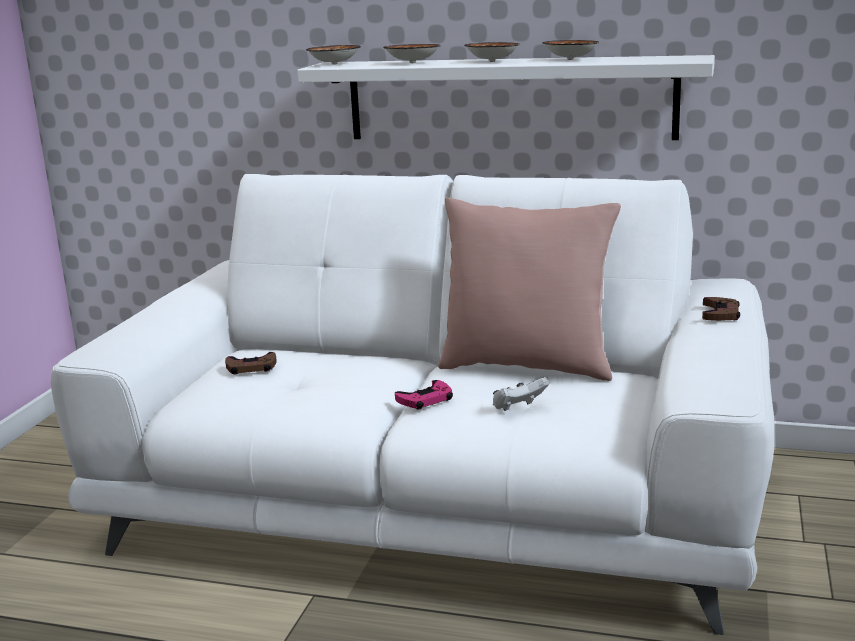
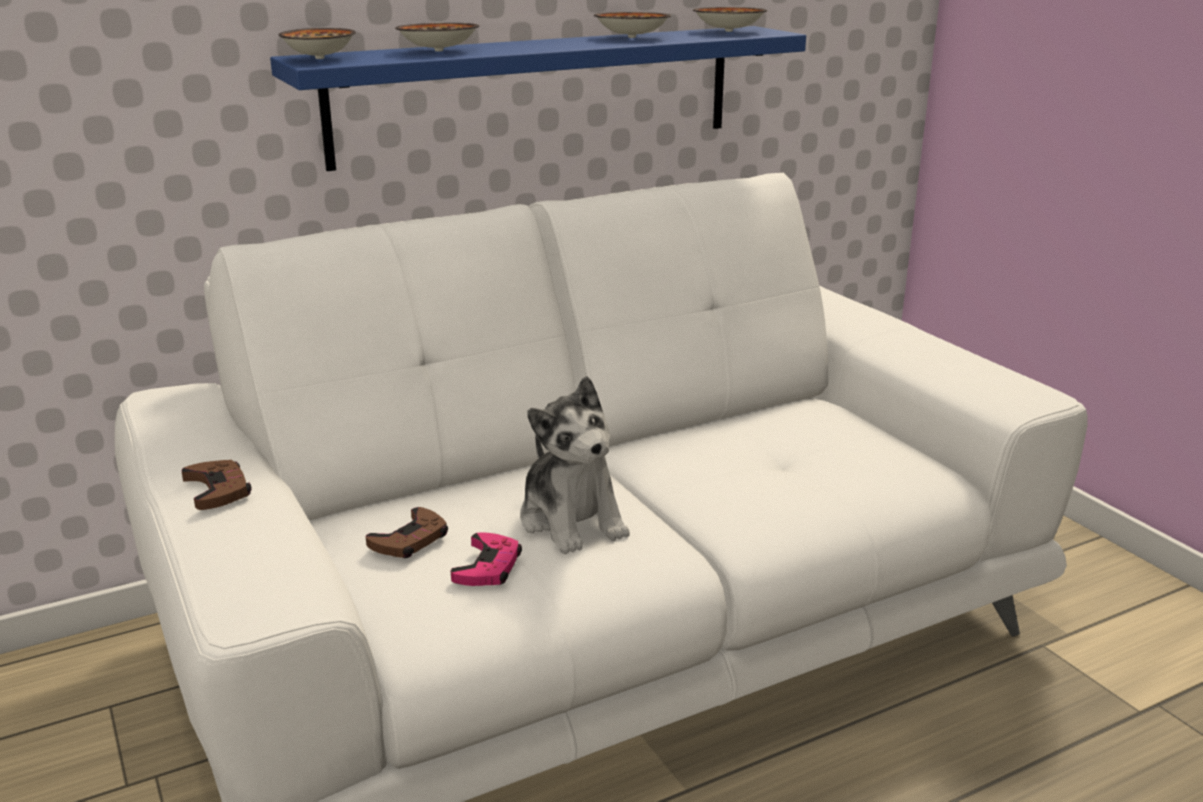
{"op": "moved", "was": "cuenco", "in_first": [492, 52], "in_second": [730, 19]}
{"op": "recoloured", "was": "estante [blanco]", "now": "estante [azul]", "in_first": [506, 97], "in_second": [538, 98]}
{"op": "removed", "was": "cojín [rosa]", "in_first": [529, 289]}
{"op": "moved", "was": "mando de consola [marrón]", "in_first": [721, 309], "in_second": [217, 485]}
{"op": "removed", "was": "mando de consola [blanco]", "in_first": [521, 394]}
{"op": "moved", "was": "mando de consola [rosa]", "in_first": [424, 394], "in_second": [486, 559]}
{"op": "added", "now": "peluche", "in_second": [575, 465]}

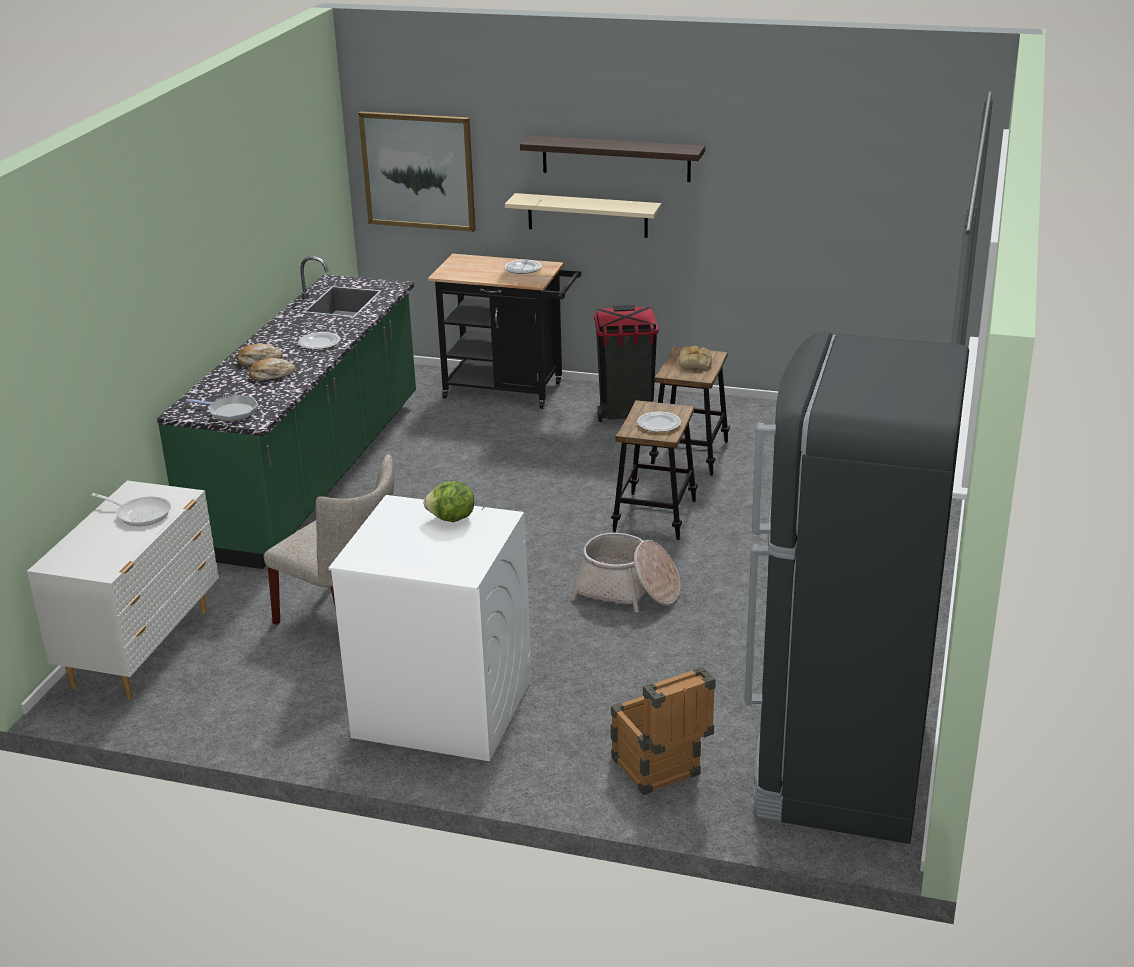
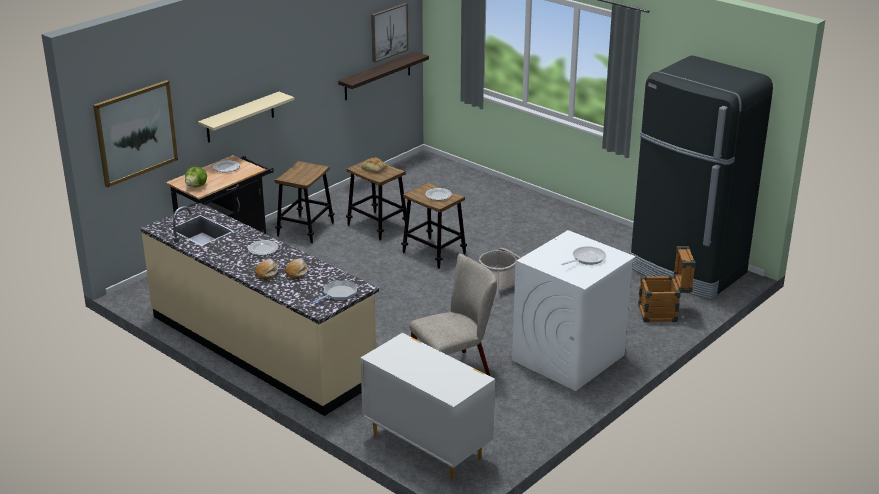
{"op": "moved", "was": "estante", "in_first": [612, 158], "in_second": [383, 76]}
{"op": "recoloured", "was": "mueble bajo de cocina [verde]", "now": "mueble bajo de cocina [beis]", "in_first": [286, 412], "in_second": [259, 309]}
{"op": "replaced", "was": "papelera [negro]", "now": "taburete", "in_first": [626, 363], "in_second": [305, 202]}
{"op": "moved", "was": "lechuga", "in_first": [448, 501], "in_second": [196, 177]}
{"op": "moved", "was": "sartén", "in_first": [131, 509], "in_second": [584, 255]}
{"op": "added", "now": "cuadro", "in_second": [389, 32]}

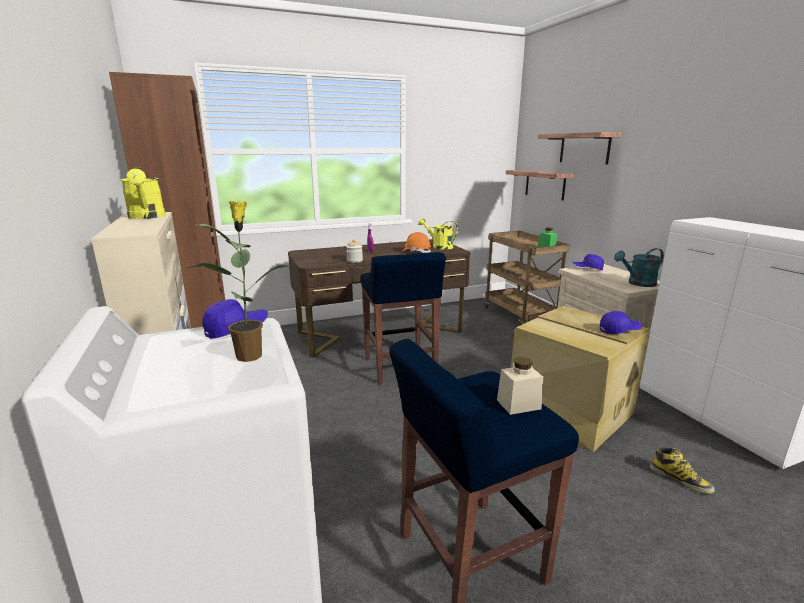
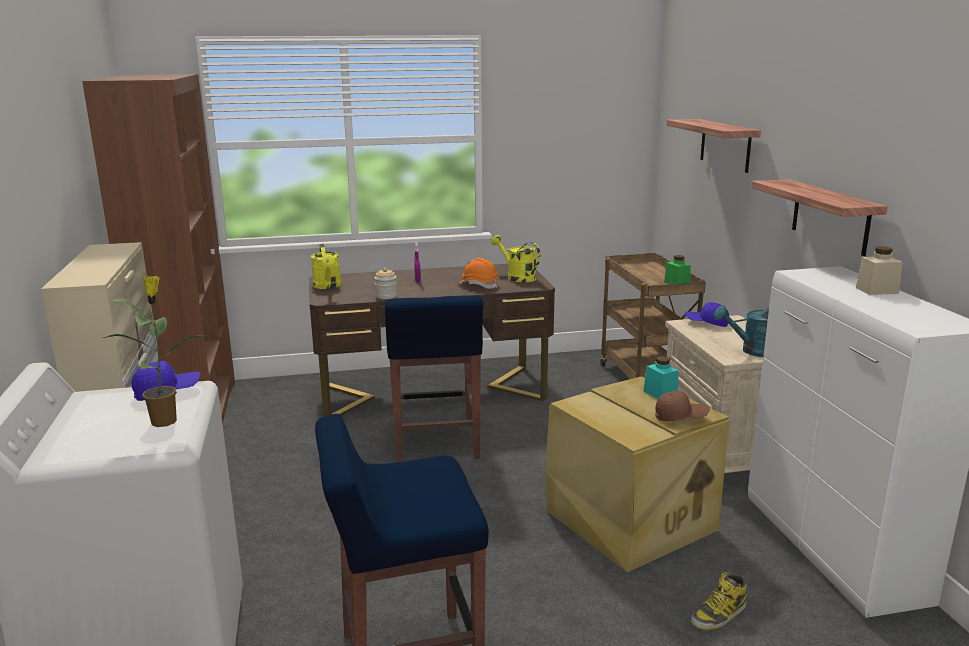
{"op": "moved", "was": "regadera [amarillo]", "in_first": [143, 193], "in_second": [326, 266]}
{"op": "moved", "was": "estante", "in_first": [540, 185], "in_second": [819, 217]}
{"op": "recoloured", "was": "gorra [azul]", "now": "gorra [marrón]", "in_first": [621, 322], "in_second": [682, 406]}
{"op": "moved", "was": "tarro [beis]", "in_first": [520, 386], "in_second": [879, 270]}
{"op": "turned", "was": "bota", "in_first": [682, 470], "in_second": [718, 601], "clockwise": 90}
{"op": "added", "now": "tarro [turquesa]", "in_second": [661, 377]}

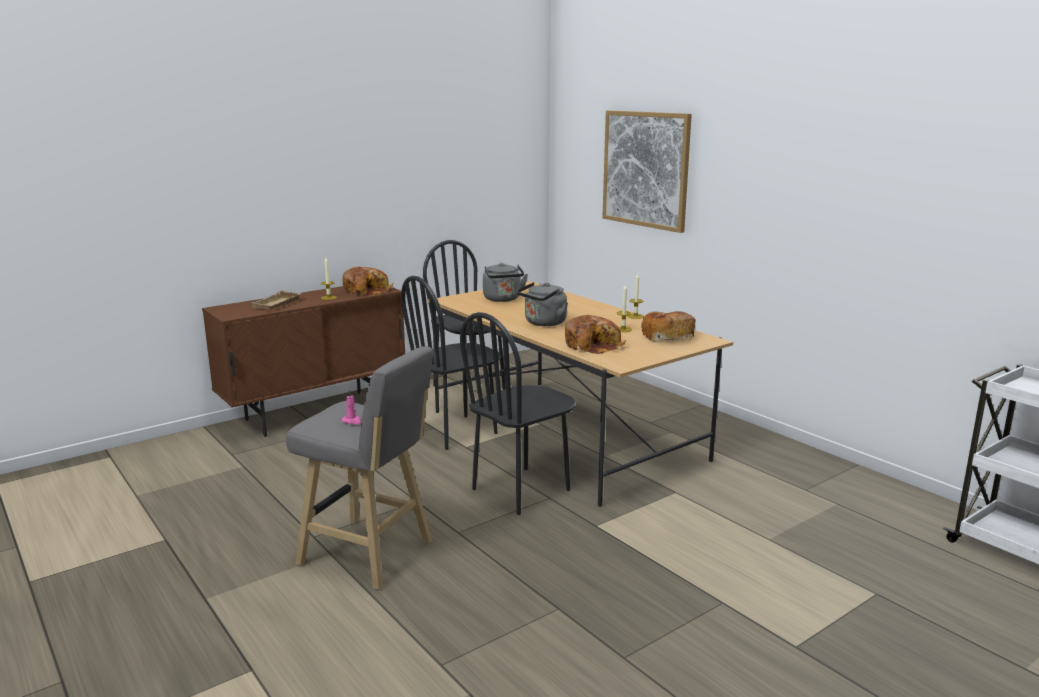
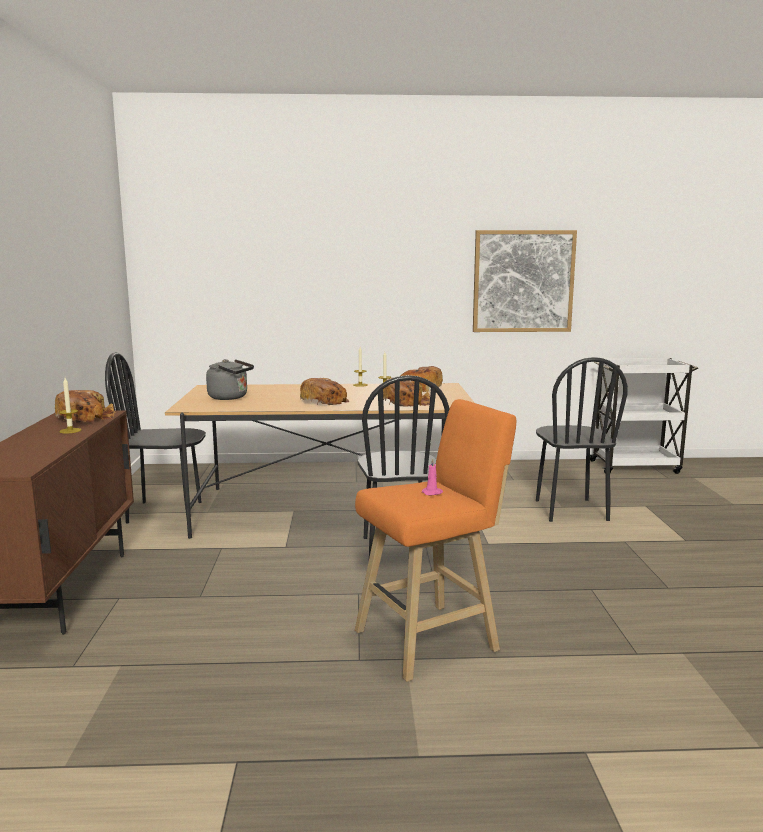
{"op": "moved", "was": "cuadro", "in_first": [647, 172], "in_second": [525, 281]}
{"op": "moved", "was": "silla [negro]", "in_first": [451, 363], "in_second": [582, 439]}
{"op": "replaced", "was": "hervidor [gris]", "now": "pan", "in_first": [542, 304], "in_second": [324, 391]}
{"op": "removed", "was": "bandeja [beis]", "in_first": [276, 300]}
{"op": "recoloured", "was": "taburete [gris]", "now": "taburete [naranja]", "in_first": [359, 468], "in_second": [435, 540]}

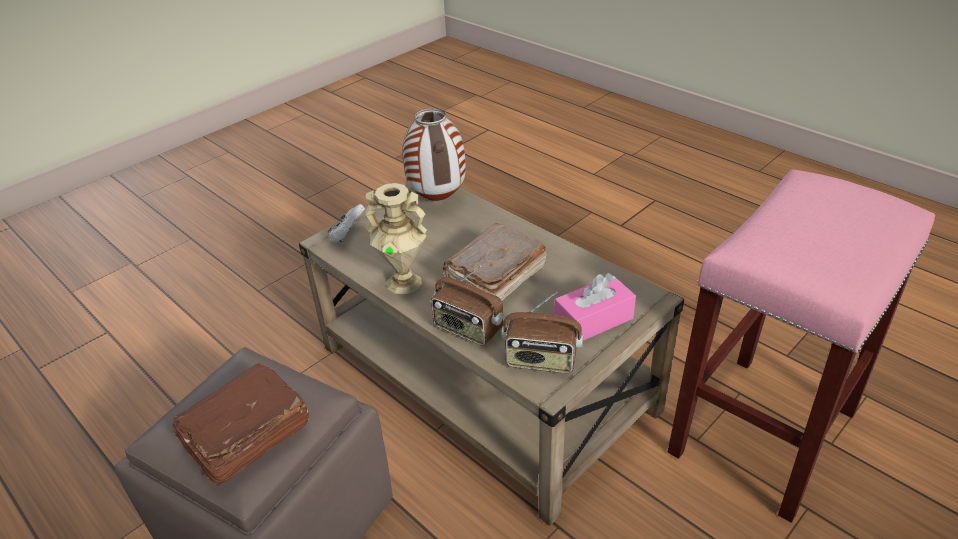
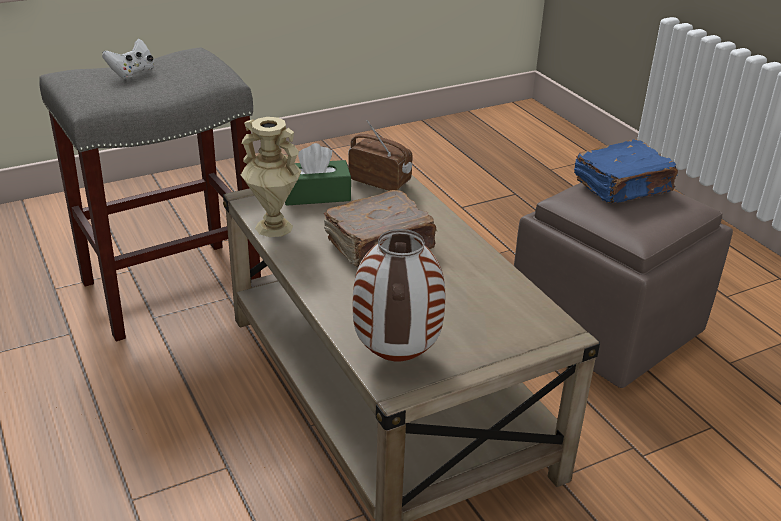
{"op": "recoloured", "was": "taburete [rosa]", "now": "taburete [gris]", "in_first": [801, 346], "in_second": [150, 194]}
{"op": "moved", "was": "florero [beis]", "in_first": [395, 238], "in_second": [271, 177]}
{"op": "moved", "was": "mando de consola [blanco]", "in_first": [346, 223], "in_second": [128, 59]}
{"op": "removed", "was": "radio", "in_first": [467, 306]}
{"op": "recoloured", "was": "caja de pañuelos [rosa]", "now": "caja de pañuelos [verde]", "in_first": [595, 307], "in_second": [318, 174]}
{"op": "recoloured", "was": "libro [marrón]", "now": "libro [azul]", "in_first": [241, 424], "in_second": [626, 171]}

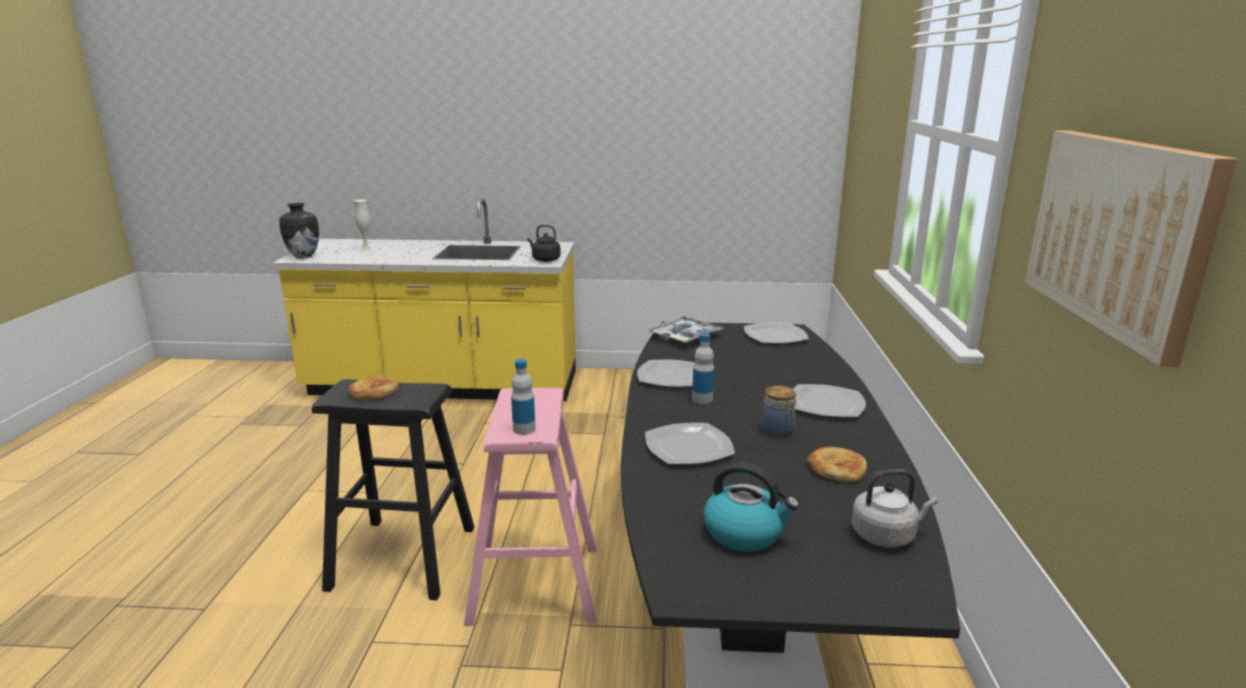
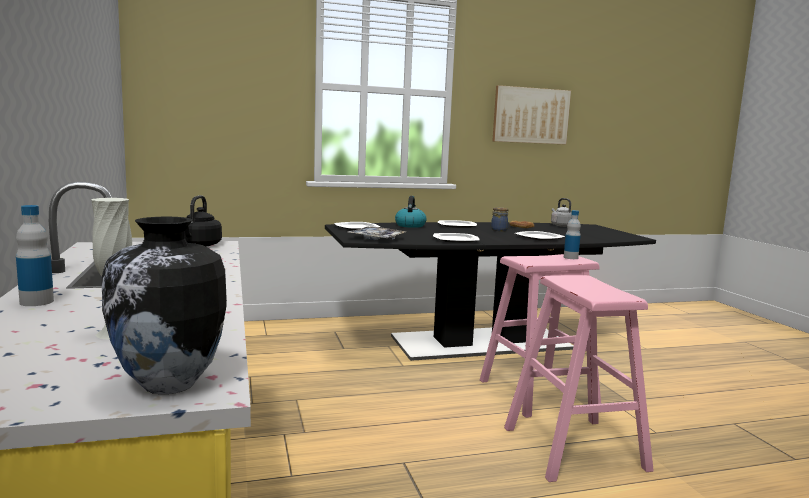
{"op": "moved", "was": "botella", "in_first": [703, 368], "in_second": [35, 255]}
{"op": "removed", "was": "pan", "in_first": [373, 388]}
{"op": "recoloured", "was": "taburete [negro]", "now": "taburete [rosa]", "in_first": [393, 489], "in_second": [579, 378]}
{"op": "moved", "was": "hervidor", "in_first": [751, 507], "in_second": [410, 212]}

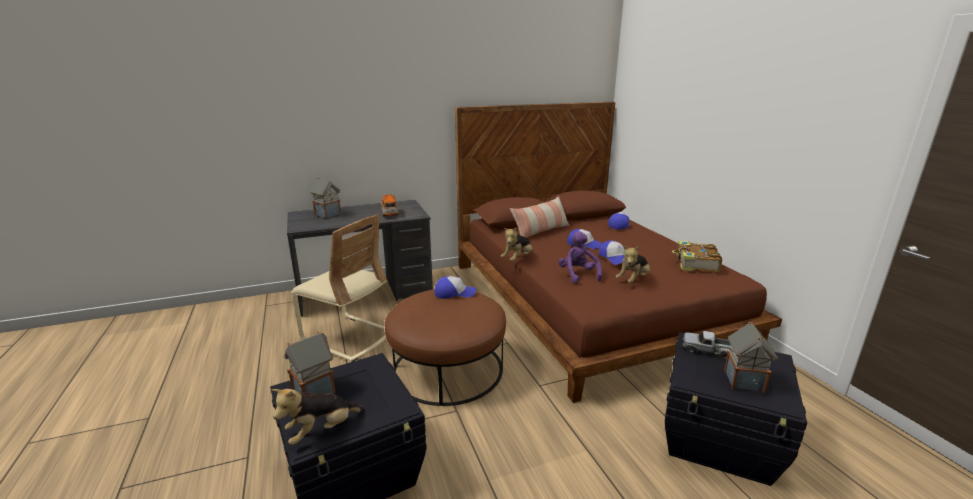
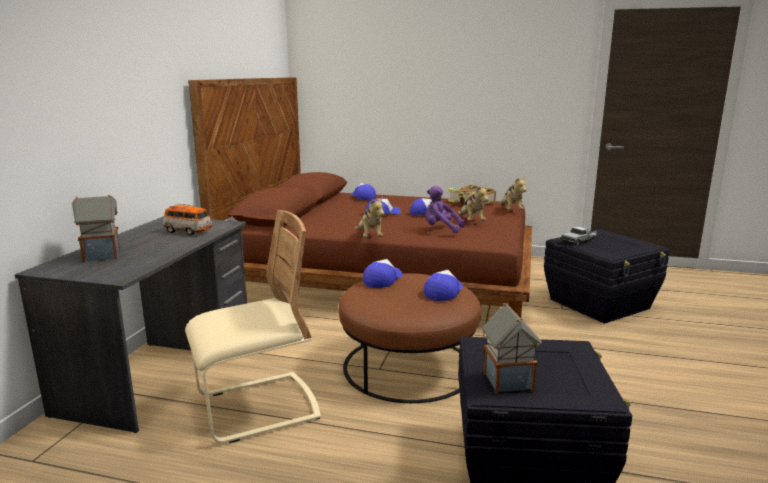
{"op": "removed", "was": "cojín", "in_first": [540, 217]}
{"op": "removed", "was": "casita", "in_first": [751, 357]}
{"op": "moved", "was": "peluche", "in_first": [319, 417], "in_second": [512, 193]}
{"op": "added", "now": "gorra", "in_second": [443, 285]}

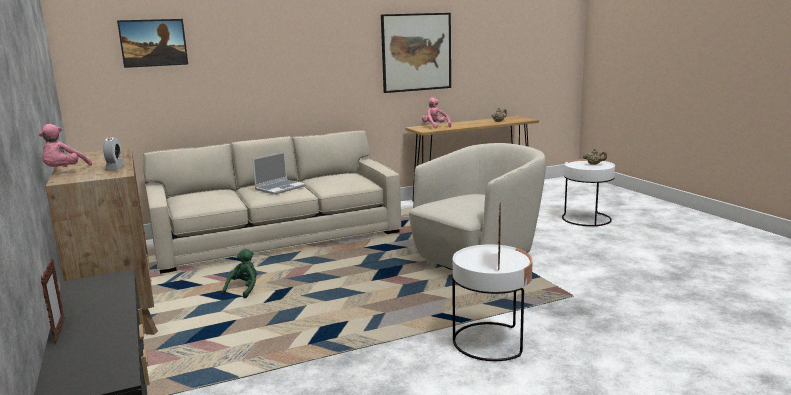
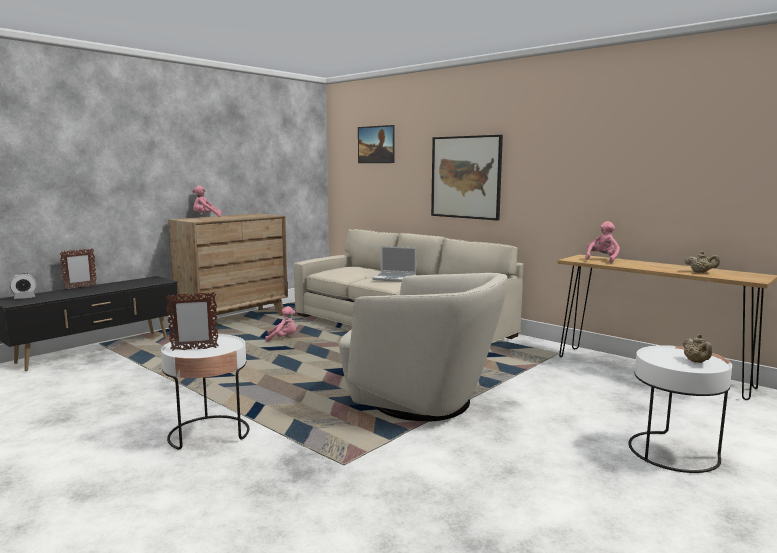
{"op": "moved", "was": "cuadro", "in_first": [416, 53], "in_second": [467, 177]}
{"op": "moved", "was": "despertador", "in_first": [114, 153], "in_second": [23, 286]}
{"op": "recoloured", "was": "peluche [verde]", "now": "peluche [rosa]", "in_first": [239, 273], "in_second": [280, 324]}

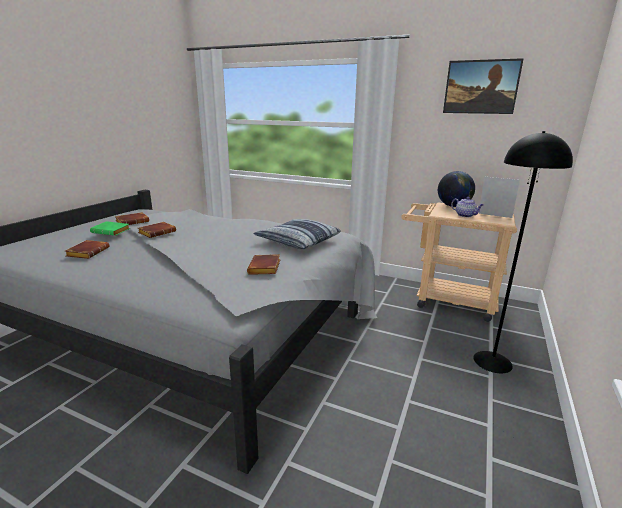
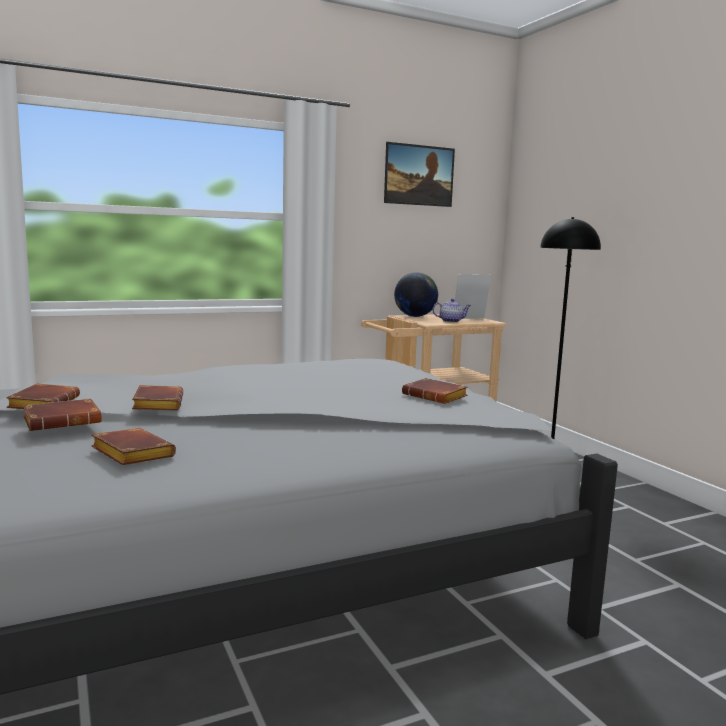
{"op": "removed", "was": "cojín", "in_first": [297, 234]}
{"op": "recoloured", "was": "libro [verde]", "now": "libro [marrón]", "in_first": [110, 228], "in_second": [62, 415]}

